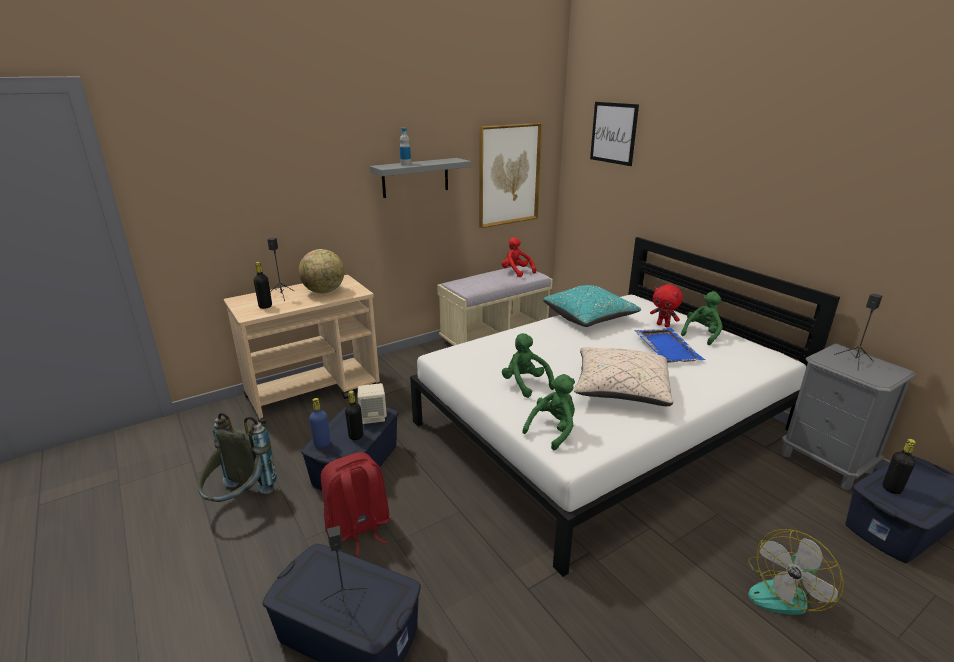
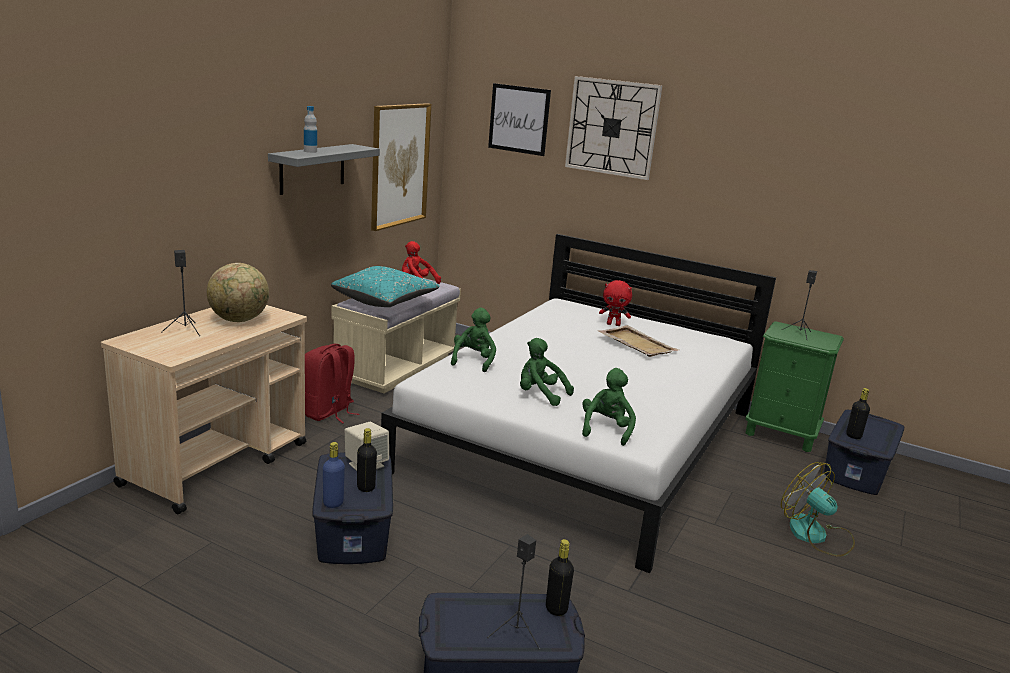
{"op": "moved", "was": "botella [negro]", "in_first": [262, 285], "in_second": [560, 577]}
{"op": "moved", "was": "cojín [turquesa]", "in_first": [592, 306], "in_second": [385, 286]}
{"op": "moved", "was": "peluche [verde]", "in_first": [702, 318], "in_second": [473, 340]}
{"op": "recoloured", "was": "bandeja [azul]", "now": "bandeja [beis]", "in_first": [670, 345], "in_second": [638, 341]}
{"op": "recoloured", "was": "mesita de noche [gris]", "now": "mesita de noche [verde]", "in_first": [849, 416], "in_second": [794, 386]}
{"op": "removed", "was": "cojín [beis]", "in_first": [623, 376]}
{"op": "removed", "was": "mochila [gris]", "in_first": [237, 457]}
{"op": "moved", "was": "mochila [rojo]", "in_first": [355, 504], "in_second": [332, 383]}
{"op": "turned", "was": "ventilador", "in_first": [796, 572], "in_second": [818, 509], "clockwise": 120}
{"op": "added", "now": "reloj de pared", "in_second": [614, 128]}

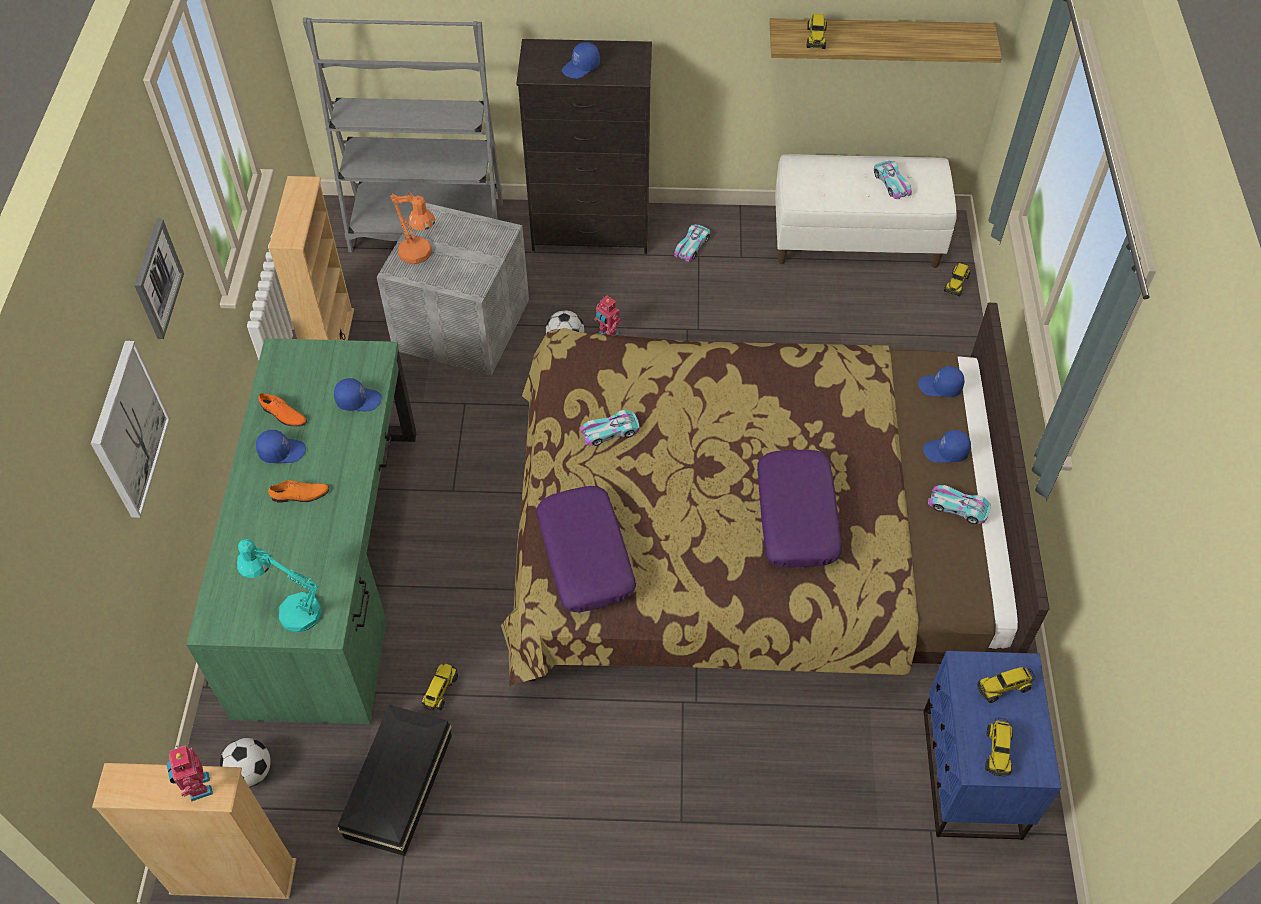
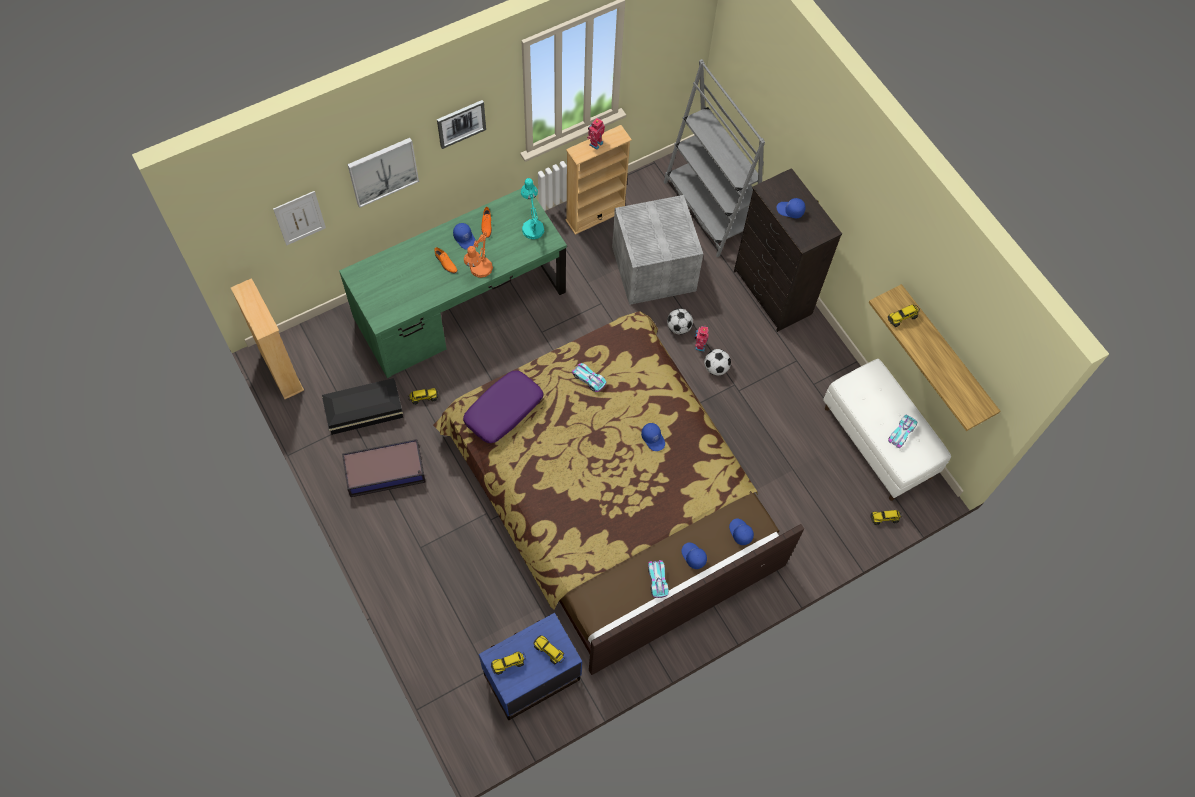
{"op": "moved", "was": "lámpara de mesa [naranja]", "in_first": [412, 227], "in_second": [478, 254]}
{"op": "removed", "was": "coche de juguete", "in_first": [692, 243]}
{"op": "moved", "was": "gorra [azul]", "in_first": [358, 394], "in_second": [653, 437]}
{"op": "removed", "was": "cojín [morado]", "in_first": [799, 508]}
{"op": "moved", "was": "lámpara de mesa [turquesa]", "in_first": [279, 585], "in_second": [532, 208]}
{"op": "moved", "was": "balón de fútbol", "in_first": [245, 762], "in_second": [717, 362]}
{"op": "moved", "was": "robot de juguete", "in_first": [190, 773], "in_second": [596, 134]}
{"op": "added", "now": "cuadro", "in_second": [299, 218]}
{"op": "added", "now": "caja de almacenaje", "in_second": [384, 468]}

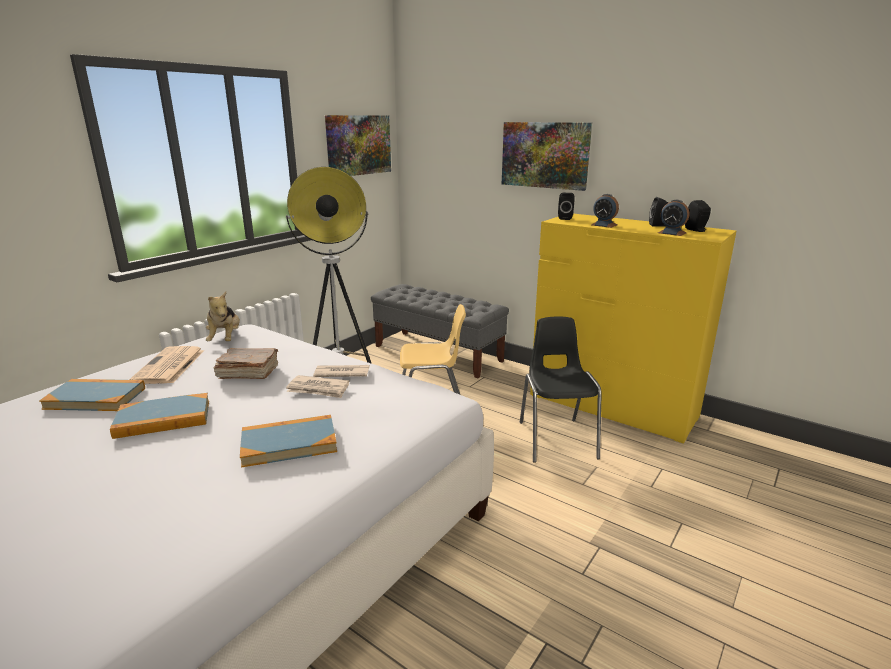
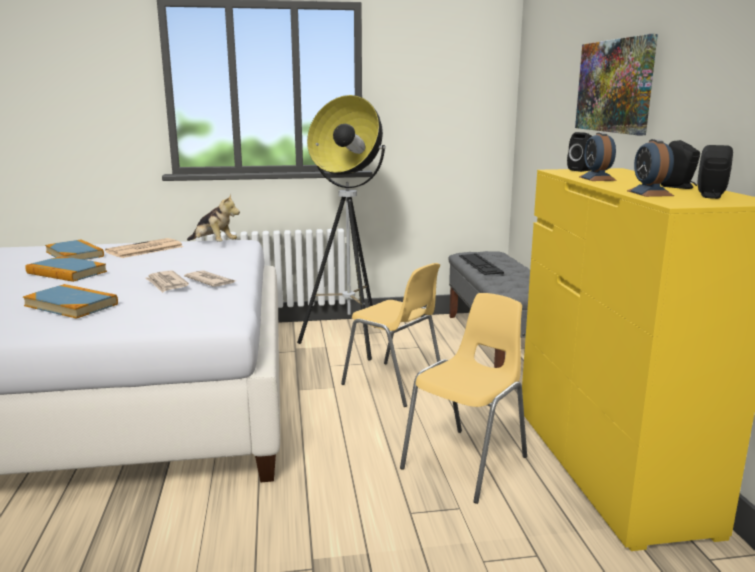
{"op": "removed", "was": "cuadro", "in_first": [358, 145]}
{"op": "turned", "was": "peluche", "in_first": [223, 316], "in_second": [213, 218], "clockwise": -90}
{"op": "recoloured", "was": "silla [negro]", "now": "silla [amarillo]", "in_first": [560, 390], "in_second": [463, 398]}
{"op": "removed", "was": "libro [marrón]", "in_first": [246, 363]}
{"op": "added", "now": "teclado", "in_second": [481, 264]}

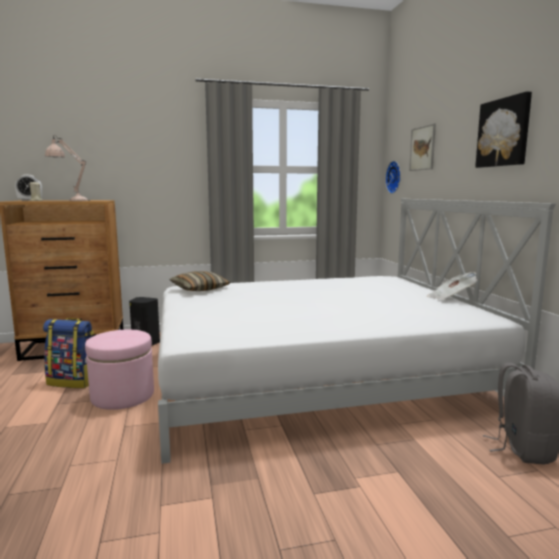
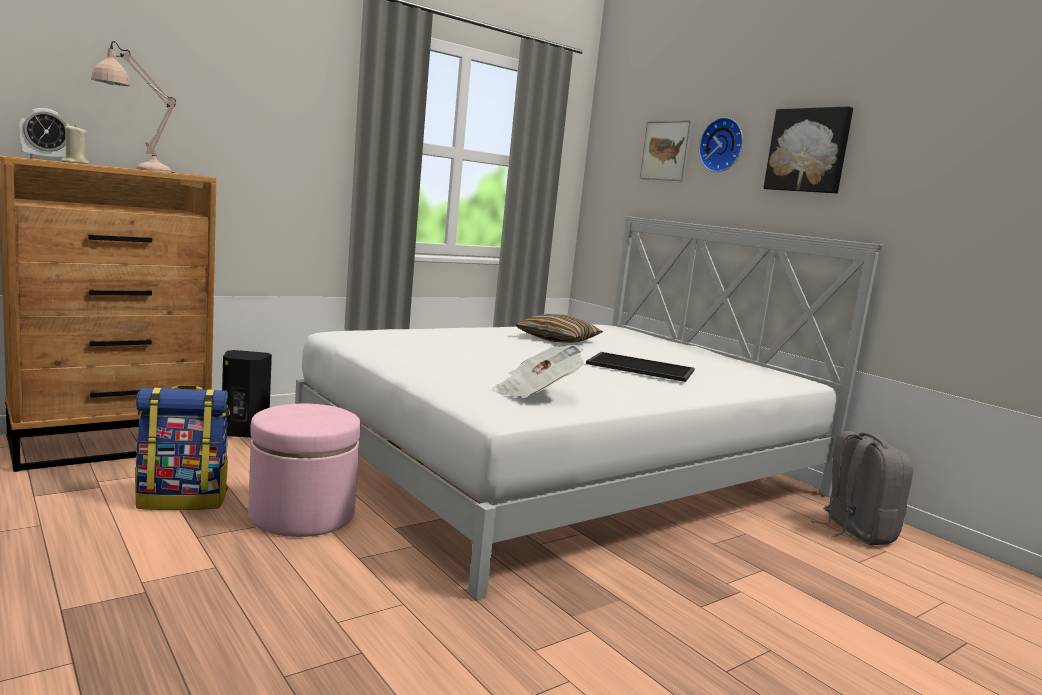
{"op": "moved", "was": "reloj de pared", "in_first": [393, 177], "in_second": [721, 144]}
{"op": "moved", "was": "cojín", "in_first": [200, 281], "in_second": [559, 328]}
{"op": "moved", "was": "periódico", "in_first": [452, 285], "in_second": [538, 371]}
{"op": "added", "now": "bandeja", "in_second": [640, 367]}

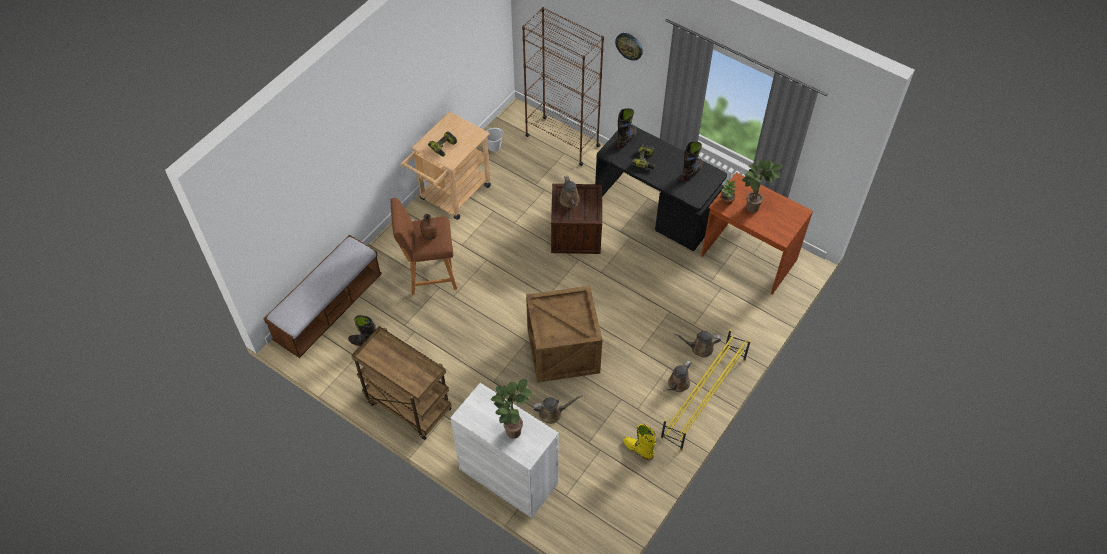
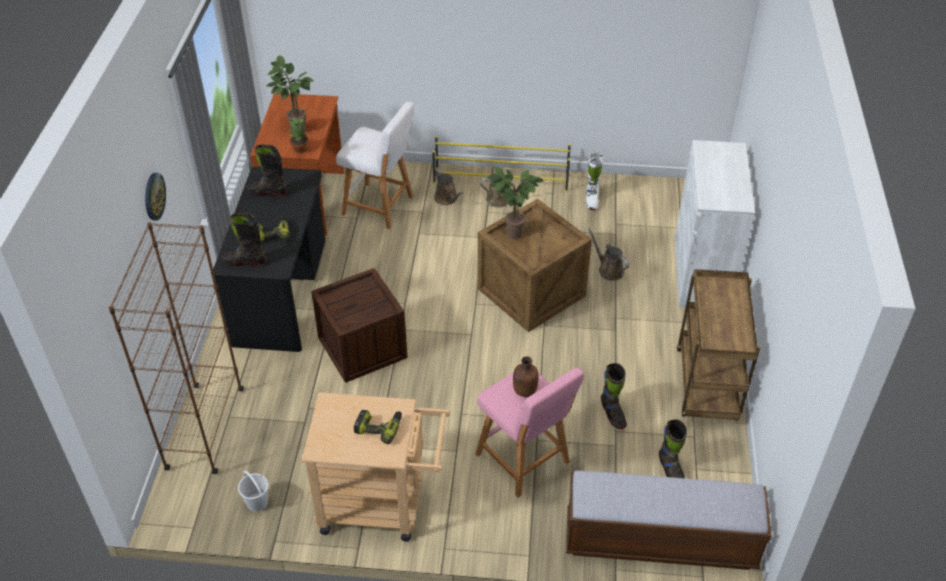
{"op": "removed", "was": "regadera [marrón]", "in_first": [569, 192]}
{"op": "recoloured", "was": "taburete [marrón]", "now": "taburete [rosa]", "in_first": [423, 246], "in_second": [529, 433]}
{"op": "moved", "was": "planta en maceta", "in_first": [511, 409], "in_second": [515, 203]}
{"op": "recoloured", "was": "bota [amarillo]", "now": "bota [blanco]", "in_first": [640, 442], "in_second": [594, 182]}
{"op": "added", "now": "taburete [blanco]", "in_second": [375, 165]}
{"op": "added", "now": "bota [negro]", "in_second": [614, 396]}

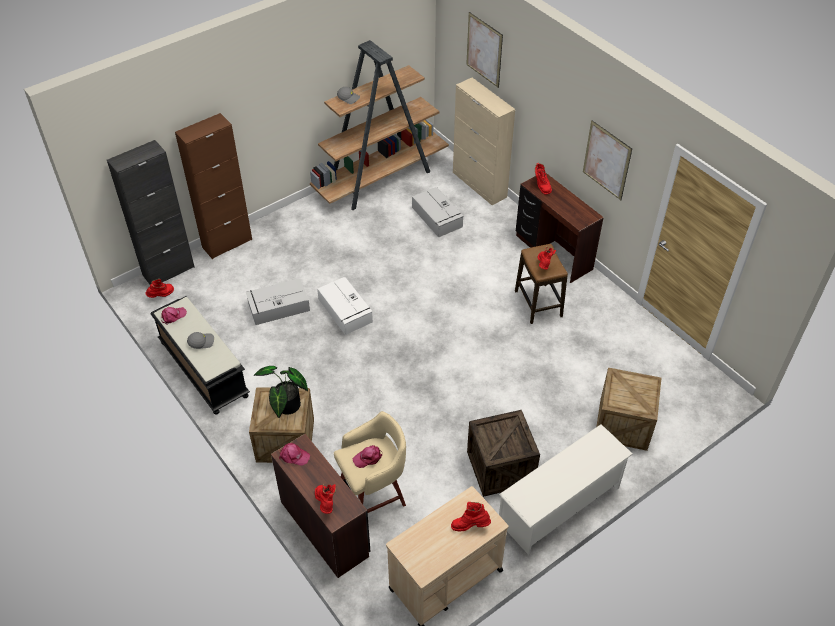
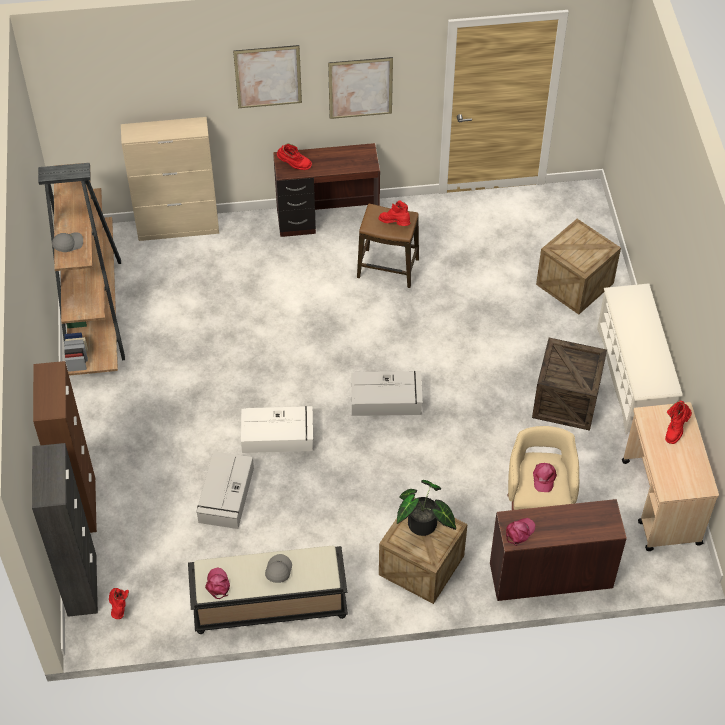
{"op": "moved", "was": "cuadro", "in_first": [484, 50], "in_second": [267, 76]}
{"op": "moved", "was": "caja de almacenaje [gris]", "in_first": [438, 212], "in_second": [387, 393]}
{"op": "removed", "was": "bota [rojo]", "in_first": [325, 499]}

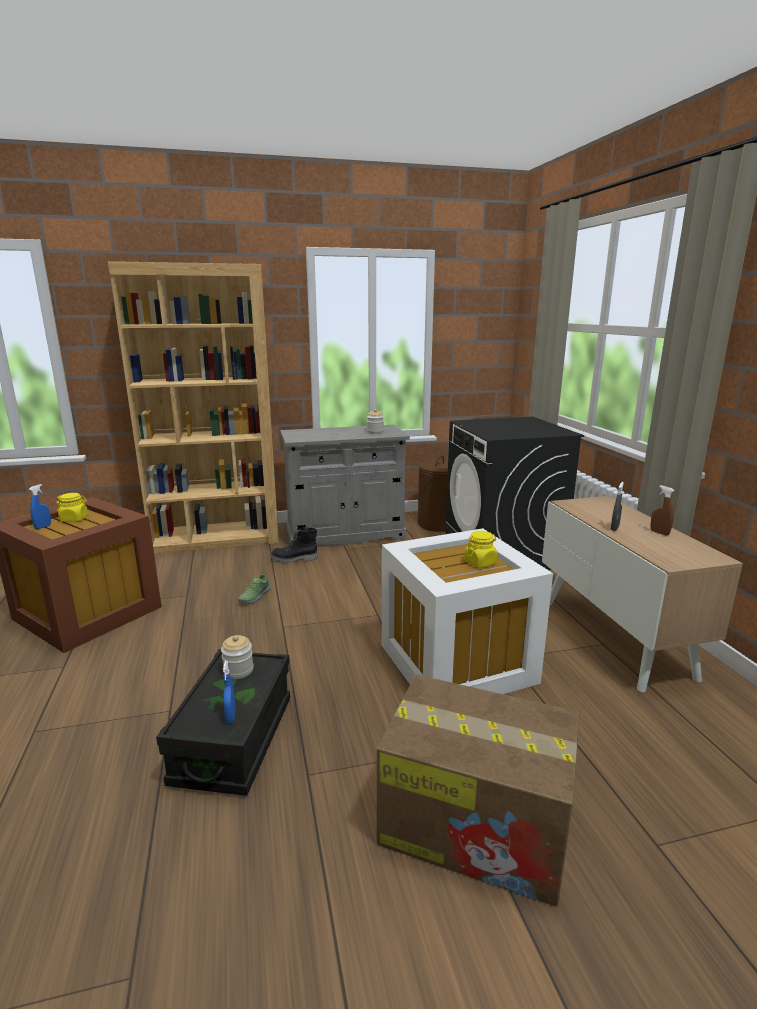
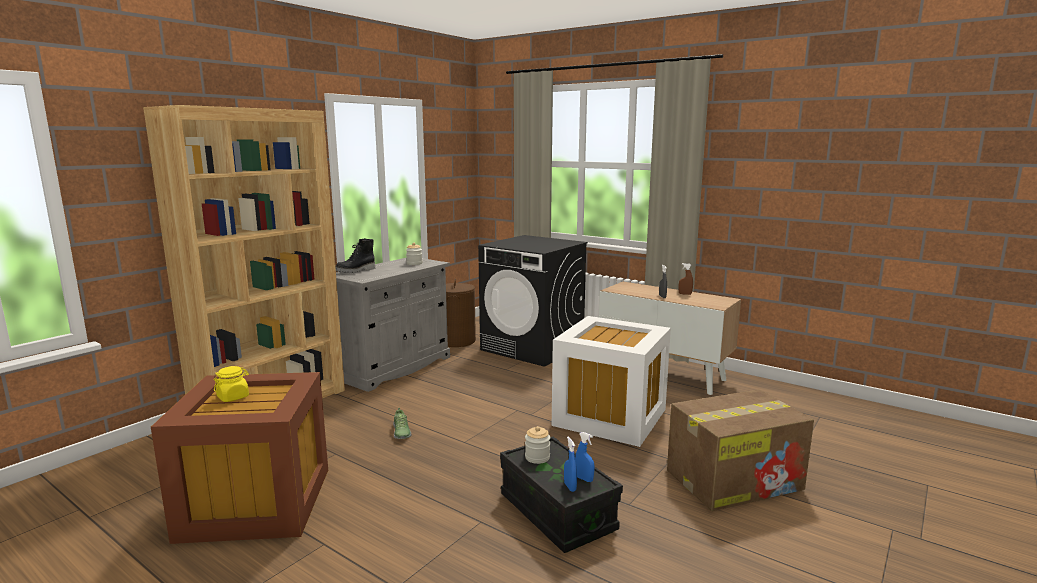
{"op": "moved", "was": "pulverizador [azul]", "in_first": [40, 507], "in_second": [570, 464]}
{"op": "moved", "was": "bota [negro]", "in_first": [294, 545], "in_second": [355, 255]}
{"op": "removed", "was": "tarro [amarillo]", "in_first": [480, 549]}

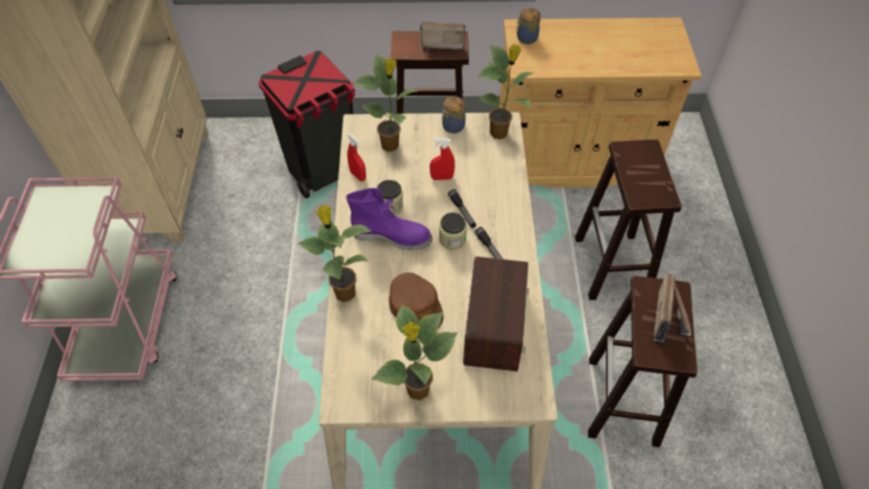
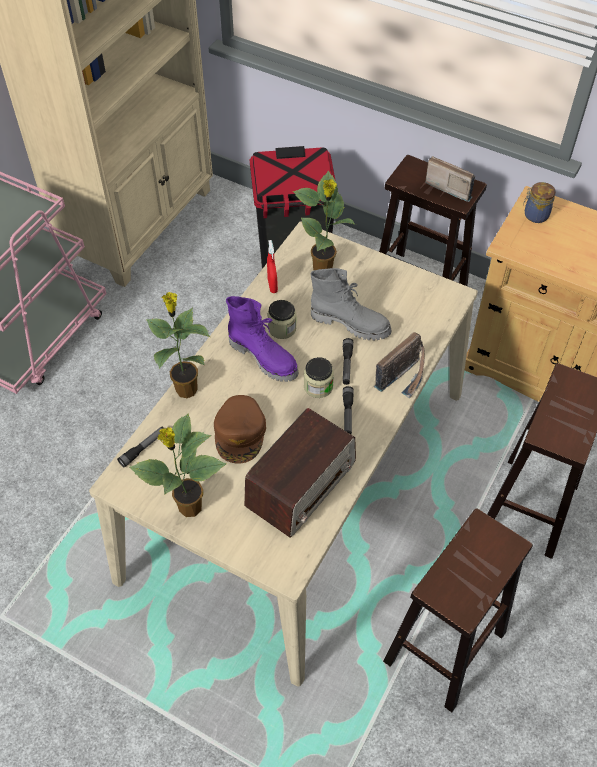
{"op": "removed", "was": "planta en maceta", "in_first": [505, 91]}
{"op": "removed", "was": "tarro", "in_first": [454, 114]}
{"op": "replaced", "was": "pulverizador [rojo]", "now": "bota [gris]", "in_first": [442, 159], "in_second": [351, 304]}
{"op": "moved", "was": "radio", "in_first": [672, 308], "in_second": [399, 365]}
{"op": "added", "now": "linterna", "in_second": [140, 447]}

